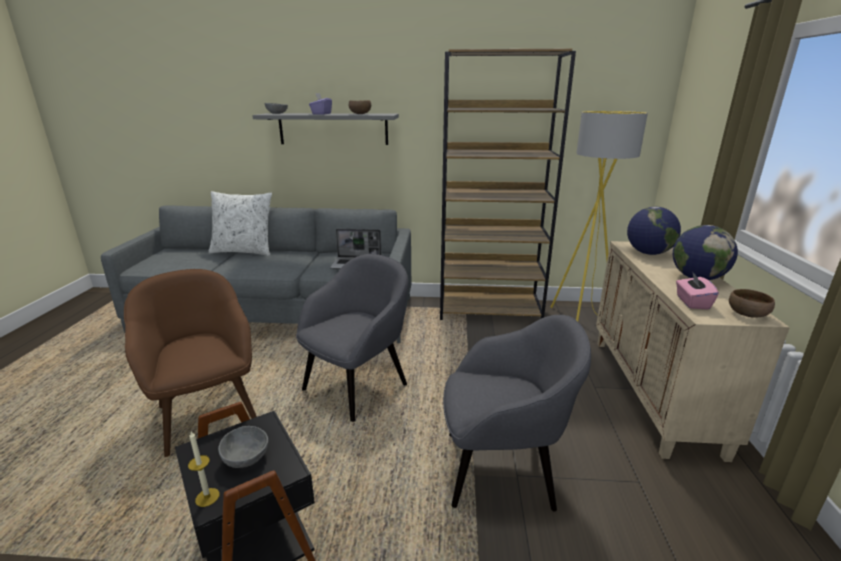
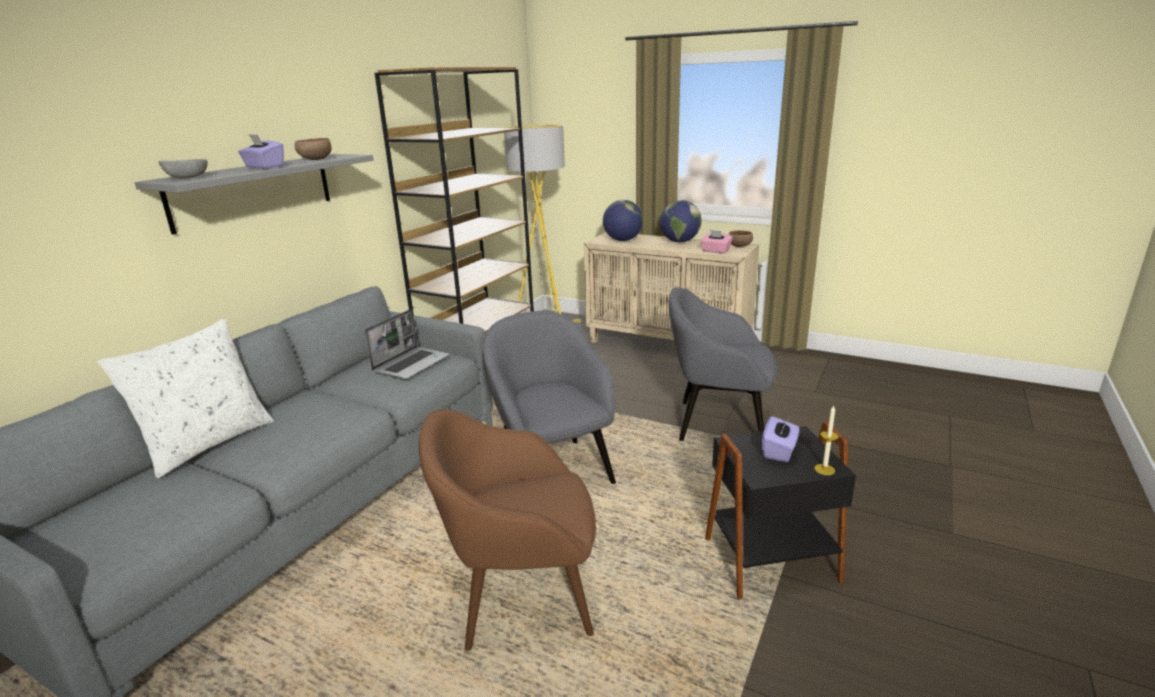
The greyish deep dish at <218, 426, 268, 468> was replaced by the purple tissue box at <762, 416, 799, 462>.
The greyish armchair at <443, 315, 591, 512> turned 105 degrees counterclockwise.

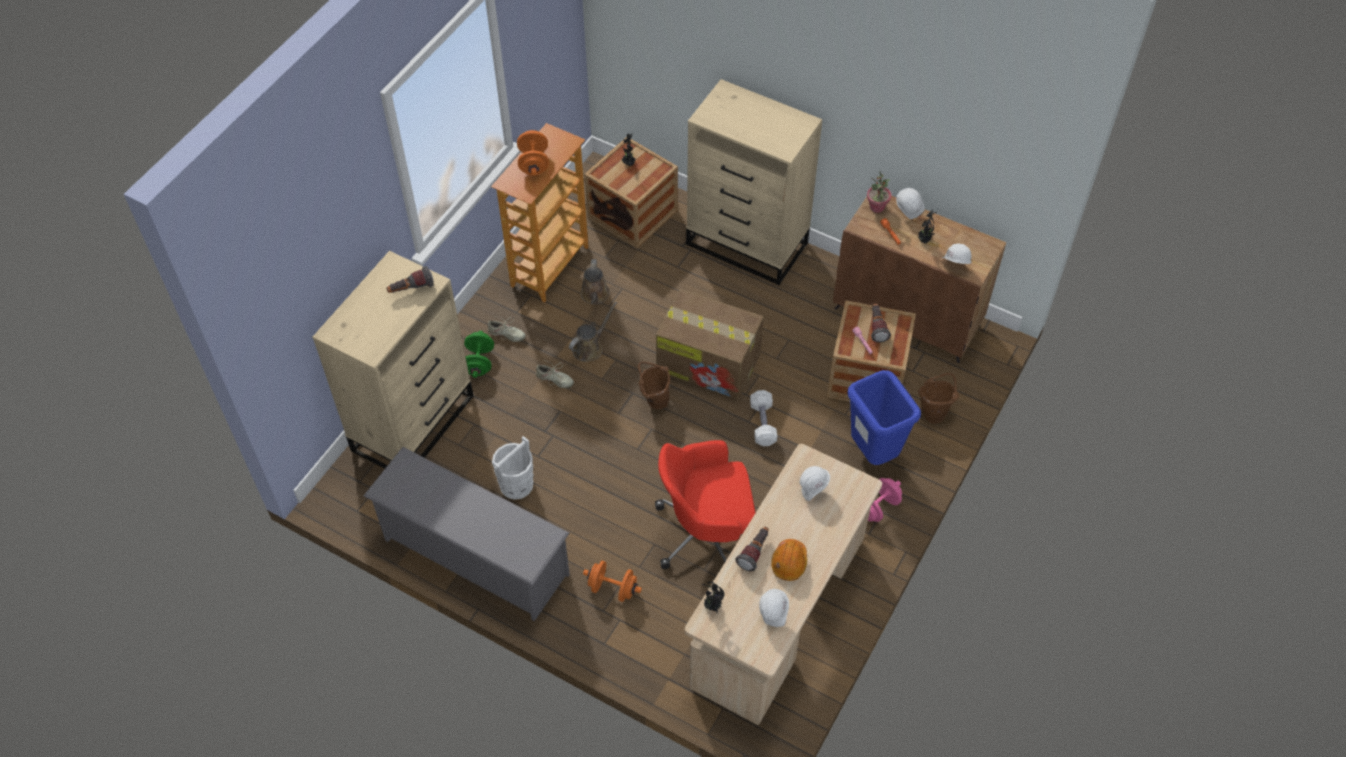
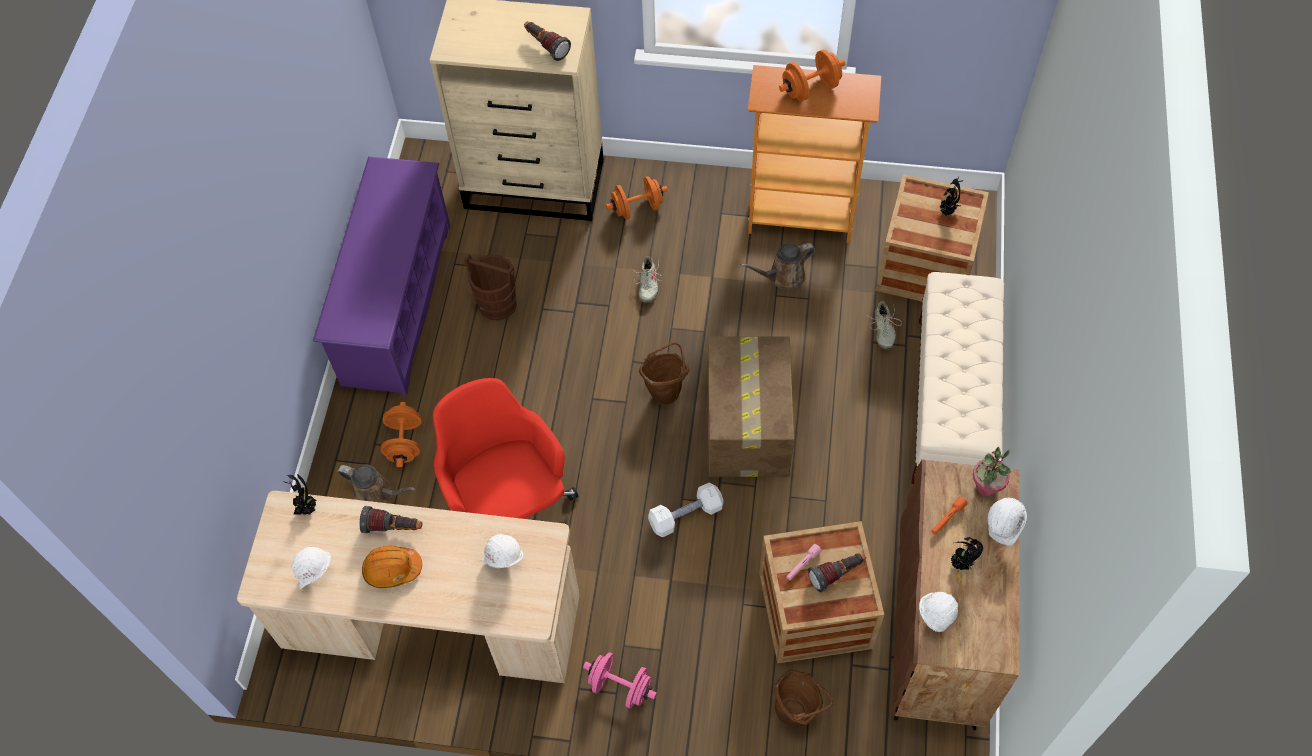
The blue-coloured trash can at <847, 370, 921, 465> disappeared.
The sand-coloured item of footwear moved from <487, 316, 526, 342> to <866, 301, 902, 349>.
The brown-coloured watering pot moved from <569, 302, 617, 362> to <337, 464, 416, 503>.
The sand-coloured drawer chest at <686, 79, 822, 285> was replaced by the sand-coloured indoor bench at <912, 272, 1004, 484>.
The greyish shoe rack at <363, 447, 570, 621> became the purple shoe rack at <313, 156, 451, 396>.
The greenish dumbbell at <464, 331, 494, 378> became the orange-coloured dumbbell at <606, 176, 668, 219>.
The white-coloured pail at <492, 436, 533, 500> became the brown-coloured pail at <464, 253, 517, 321>.

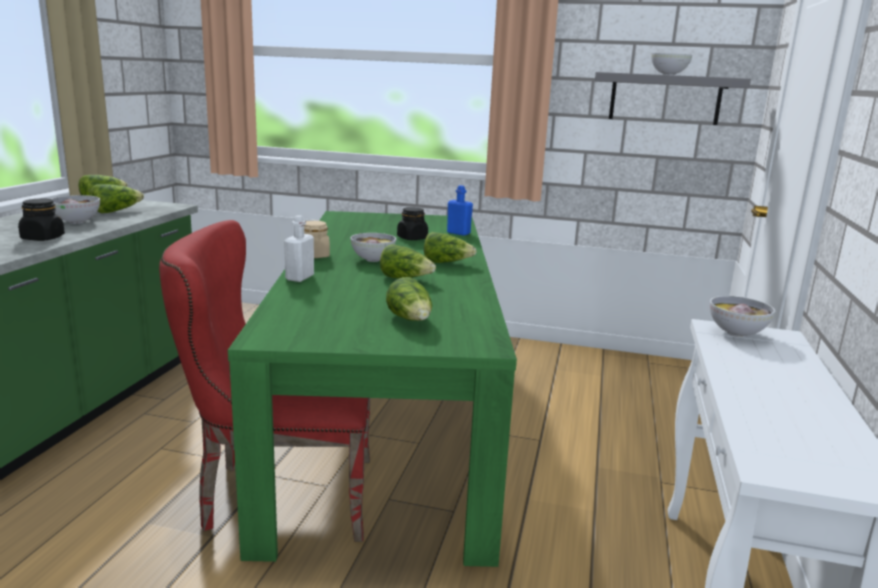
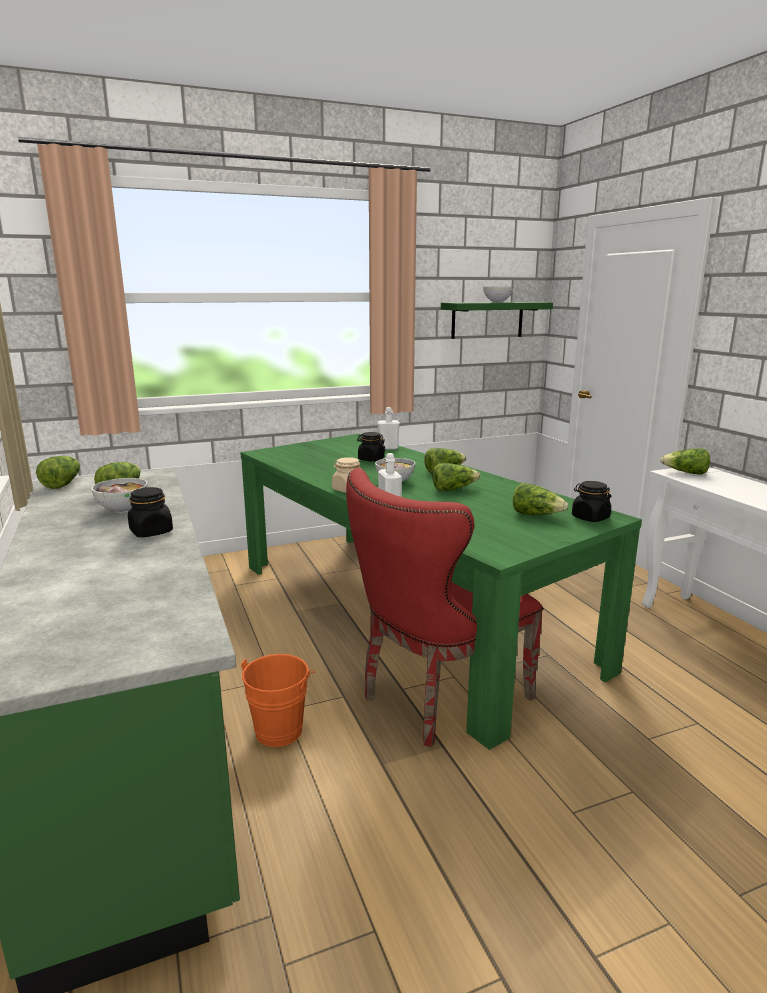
The orange-coloured pail at <241, 654, 315, 747> appeared.
The black-coloured storage jar at <572, 481, 611, 522> appeared.
The deep dish at <710, 296, 775, 337> was replaced by the head of lettuce at <660, 449, 710, 475>.
The blue-coloured beverage bottle at <447, 185, 473, 236> became the white-coloured beverage bottle at <378, 407, 400, 450>.
The greyish bracket shelf at <595, 72, 751, 125> became the greenish bracket shelf at <441, 302, 553, 339>.

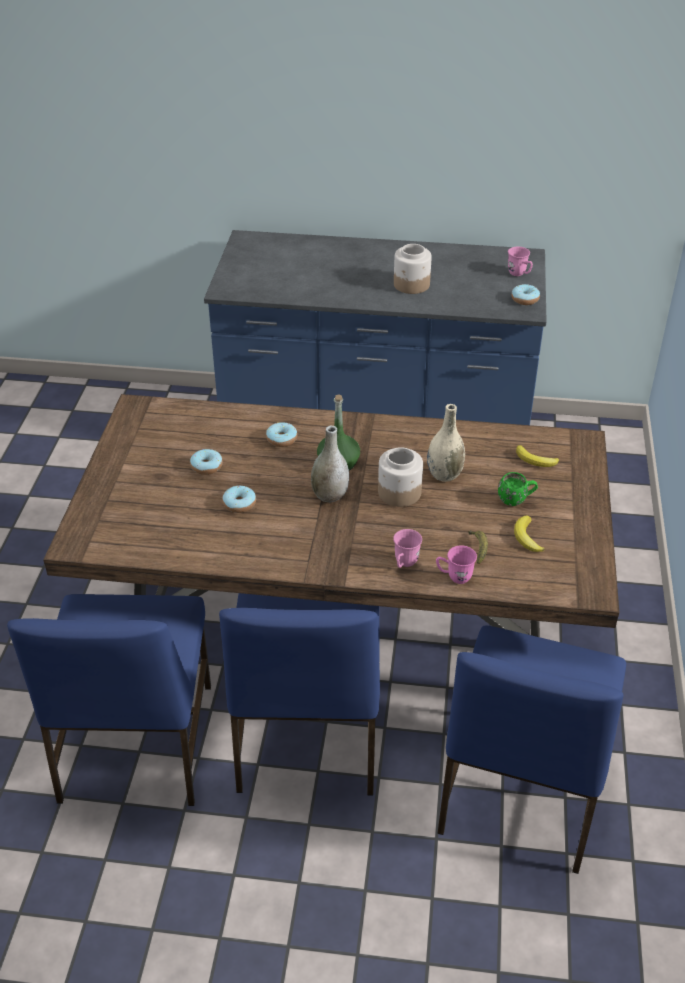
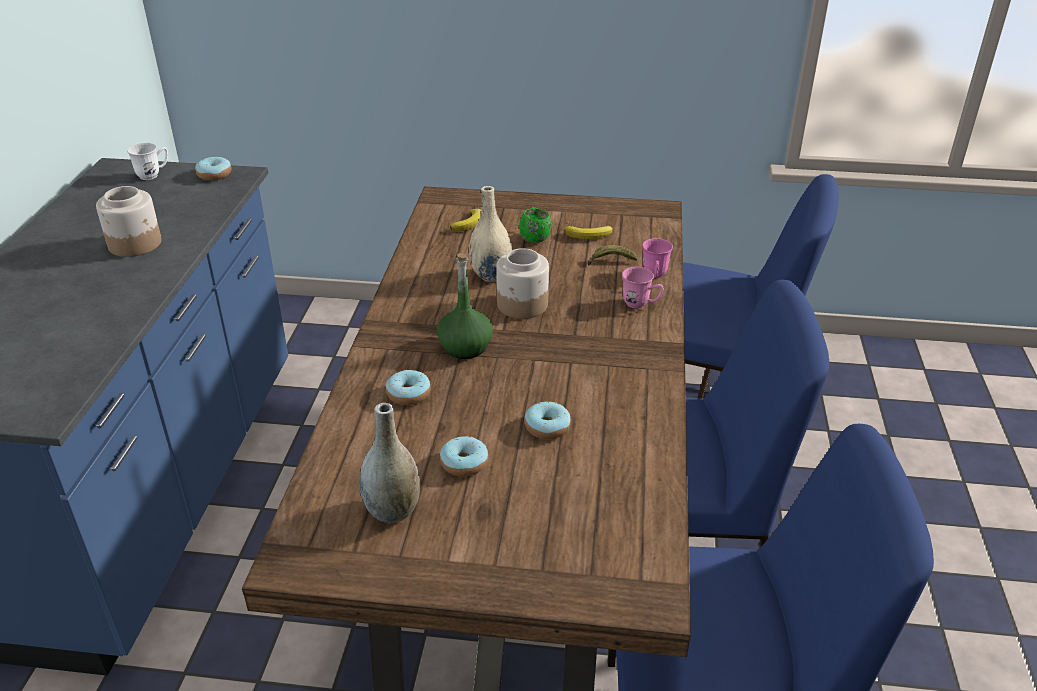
The greyish flower vase moved from <311, 426, 349, 502> to <360, 403, 420, 523>.
The pink-coloured tea mug at <508, 247, 533, 276> became the white-coloured tea mug at <127, 143, 168, 180>.

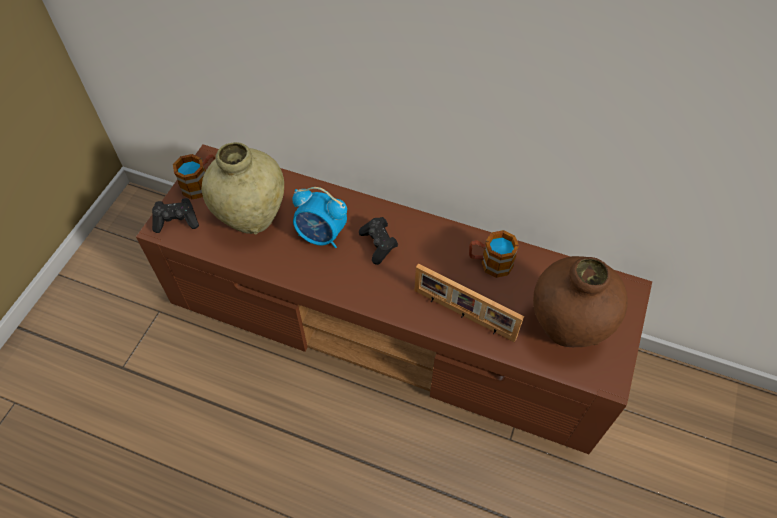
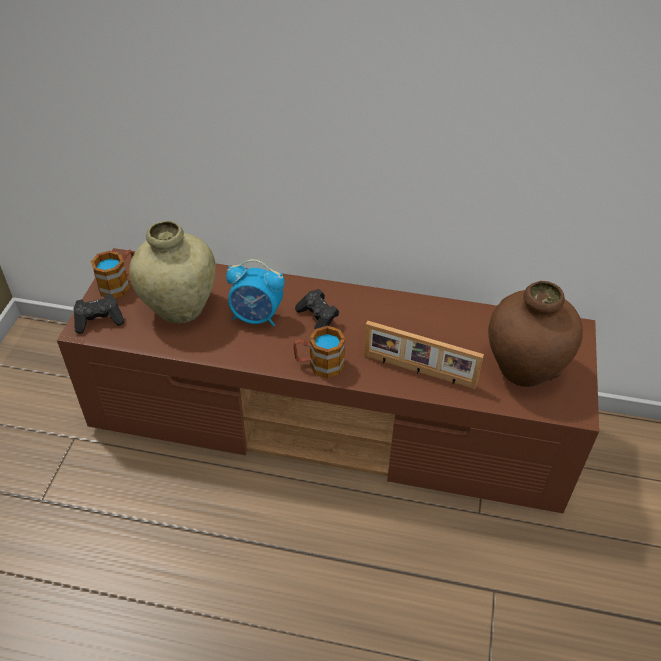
The tea mug moved from <469, 230, 519, 278> to <293, 326, 345, 378>.

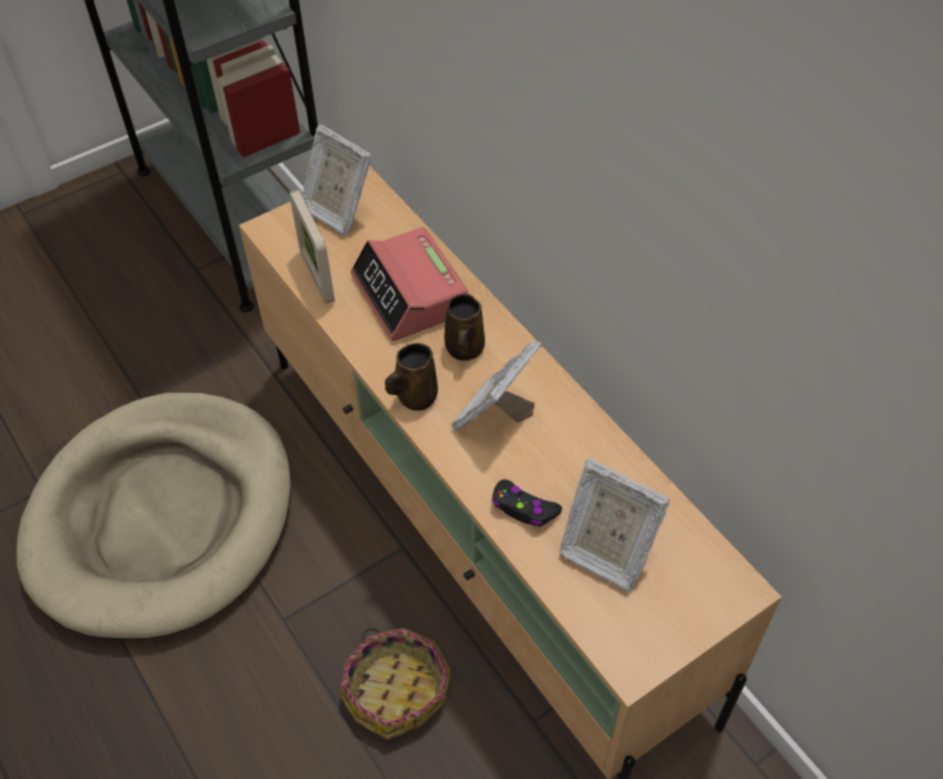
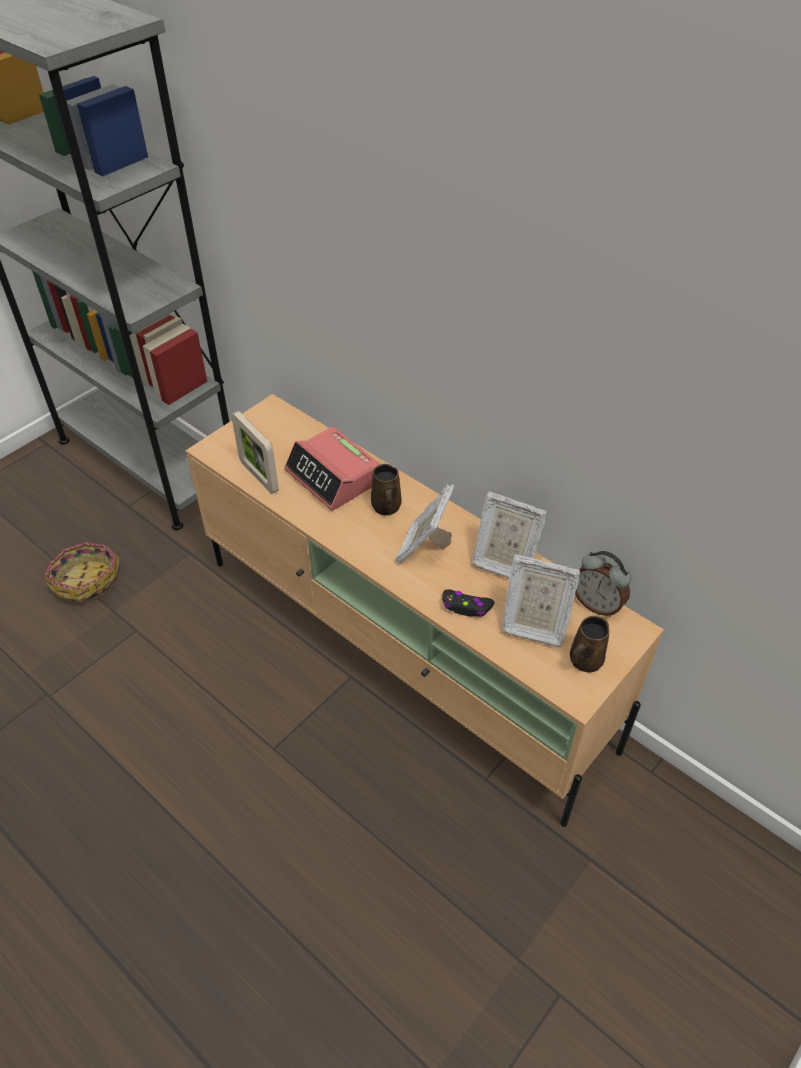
The sand-coloured dog cushion at <16, 393, 291, 640> disappeared.
The bedside clock at <575, 551, 631, 617> appeared.
The picture frame moved from <302, 124, 372, 236> to <472, 492, 547, 578>.
The storage basket moved from <339, 628, 451, 740> to <45, 542, 120, 603>.
The brown-coloured tea mug moved from <385, 343, 438, 411> to <570, 616, 609, 672>.

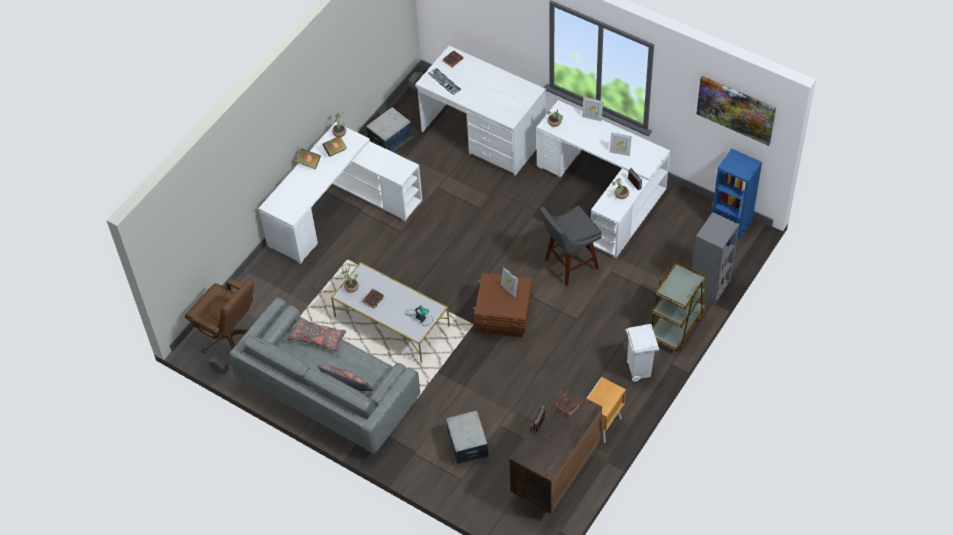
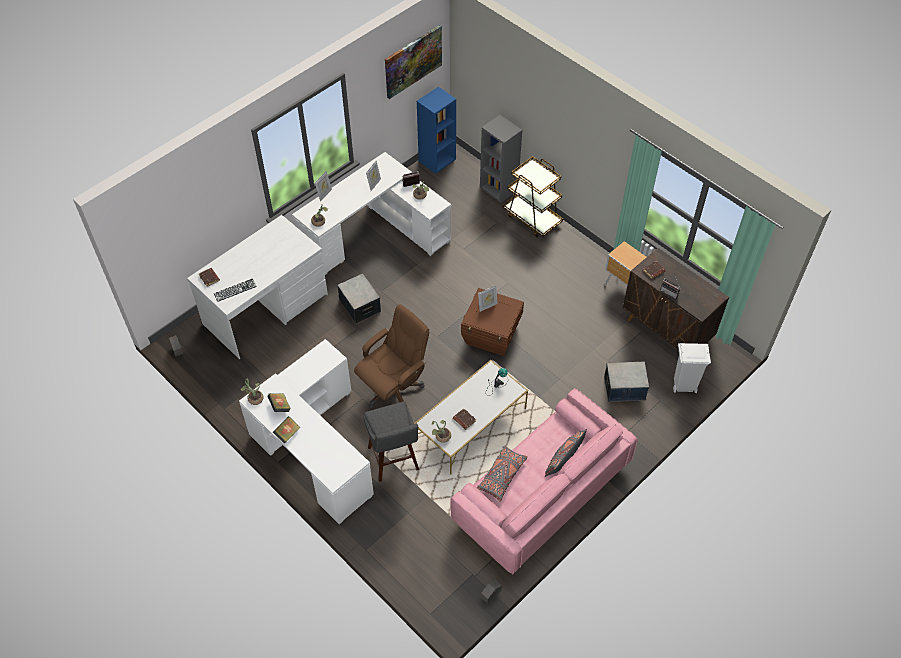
The brown-coloured desk chair moved from <185, 279, 254, 354> to <354, 304, 429, 408>.
The storage container moved from <366, 107, 412, 152> to <337, 273, 381, 324>.
The greyish stool moved from <540, 205, 602, 286> to <363, 401, 419, 482>.
The white-coloured trash can moved from <626, 324, 659, 381> to <673, 343, 711, 393>.
The greyish sofa at <229, 297, 420, 454> became the pink-coloured sofa at <450, 388, 637, 574>.

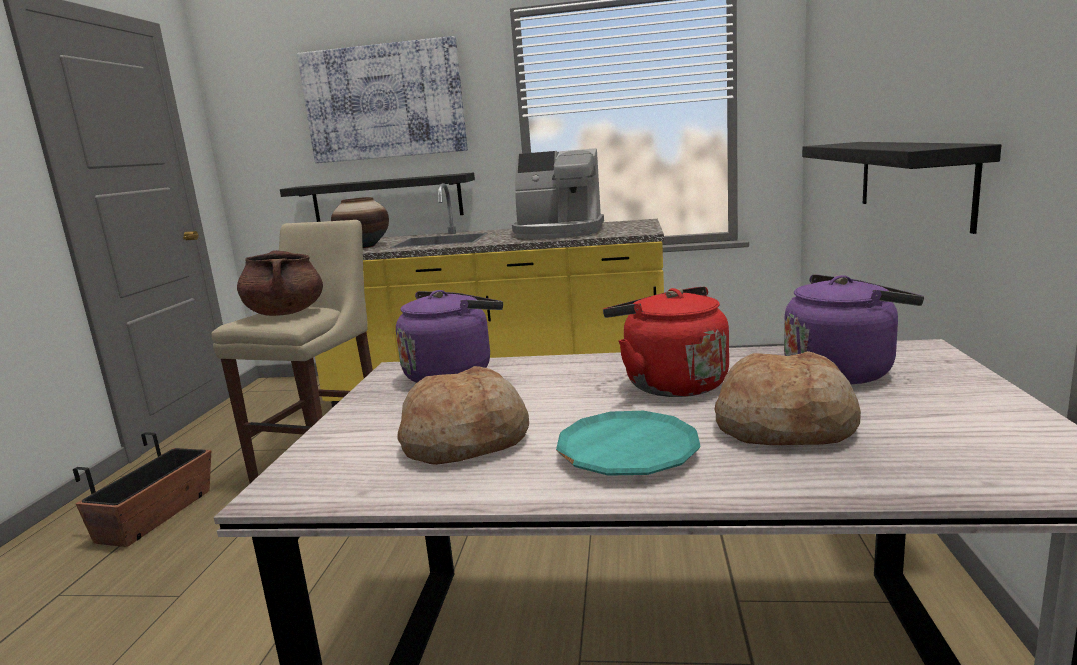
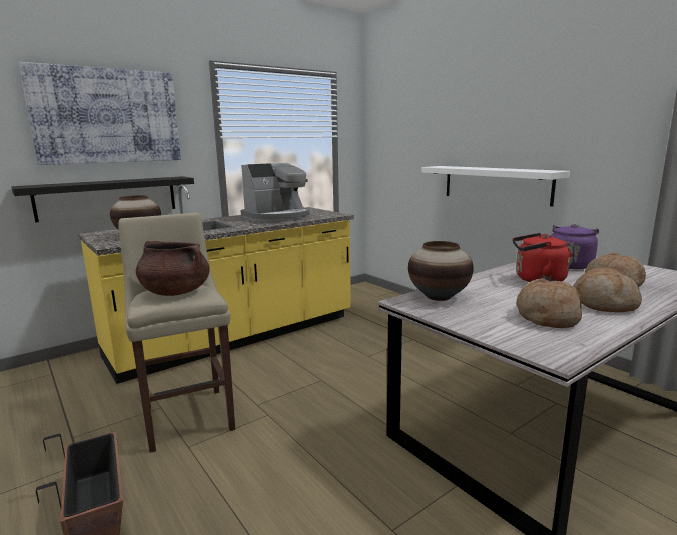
The purple water kettle at <396, 290, 503, 383> was replaced by the flower vase at <408, 241, 474, 301>.
The turquoise plate at <556, 411, 701, 476> was replaced by the baked bread at <573, 268, 642, 312>.
The black-coloured bracket shelf at <802, 142, 1002, 234> became the white-coloured bracket shelf at <421, 166, 570, 207>.

